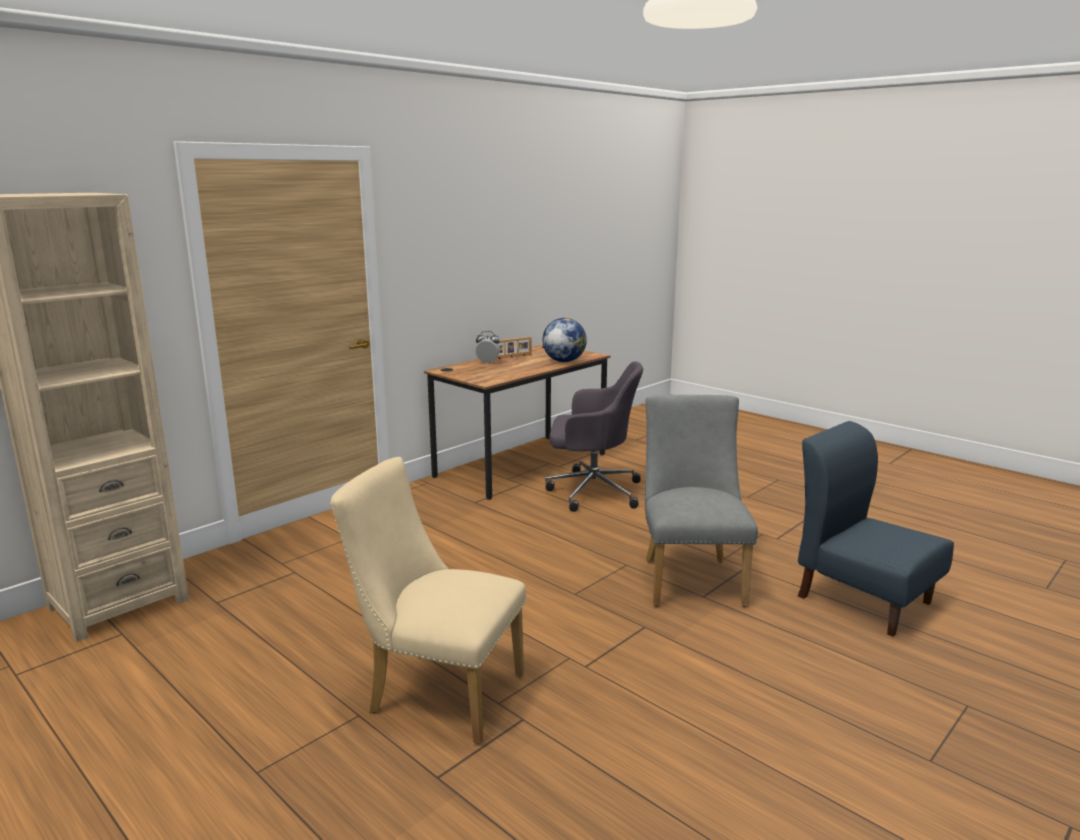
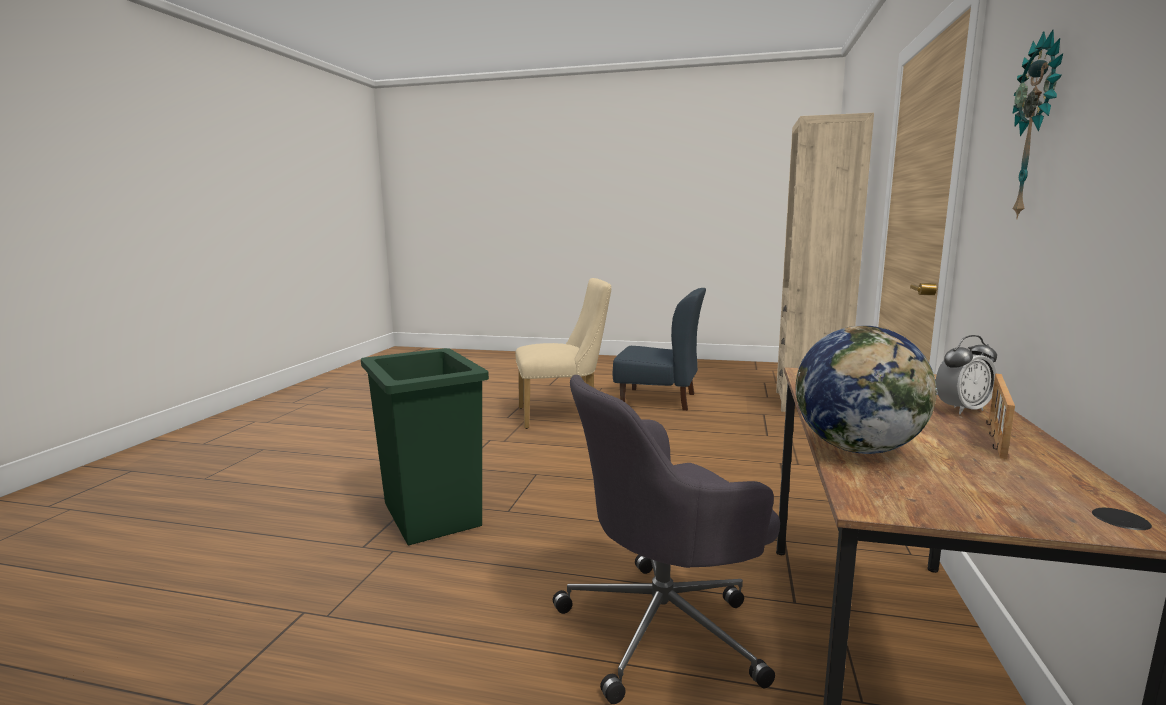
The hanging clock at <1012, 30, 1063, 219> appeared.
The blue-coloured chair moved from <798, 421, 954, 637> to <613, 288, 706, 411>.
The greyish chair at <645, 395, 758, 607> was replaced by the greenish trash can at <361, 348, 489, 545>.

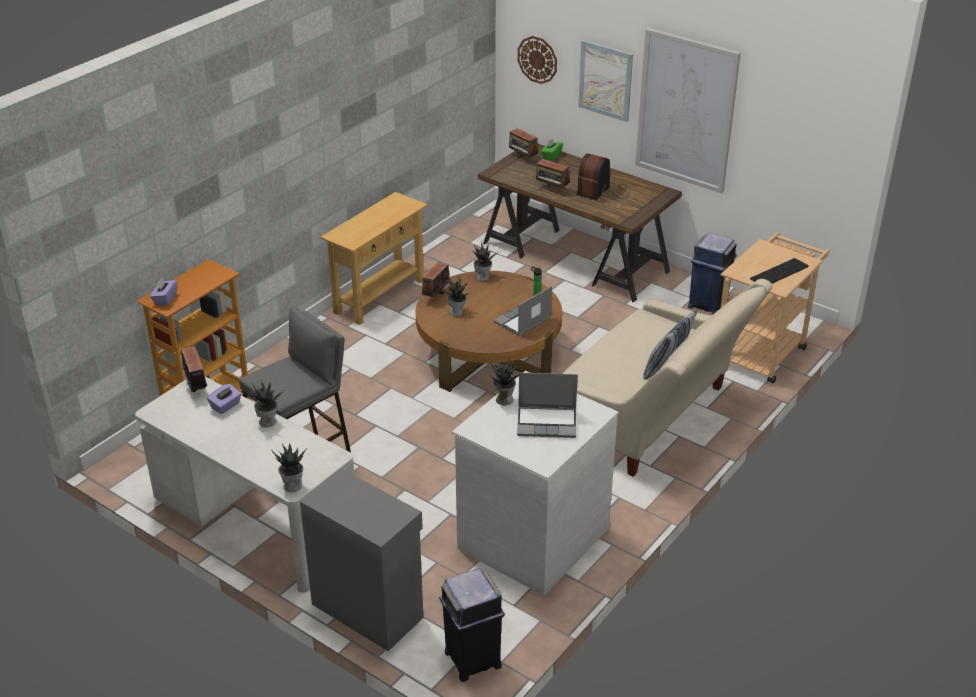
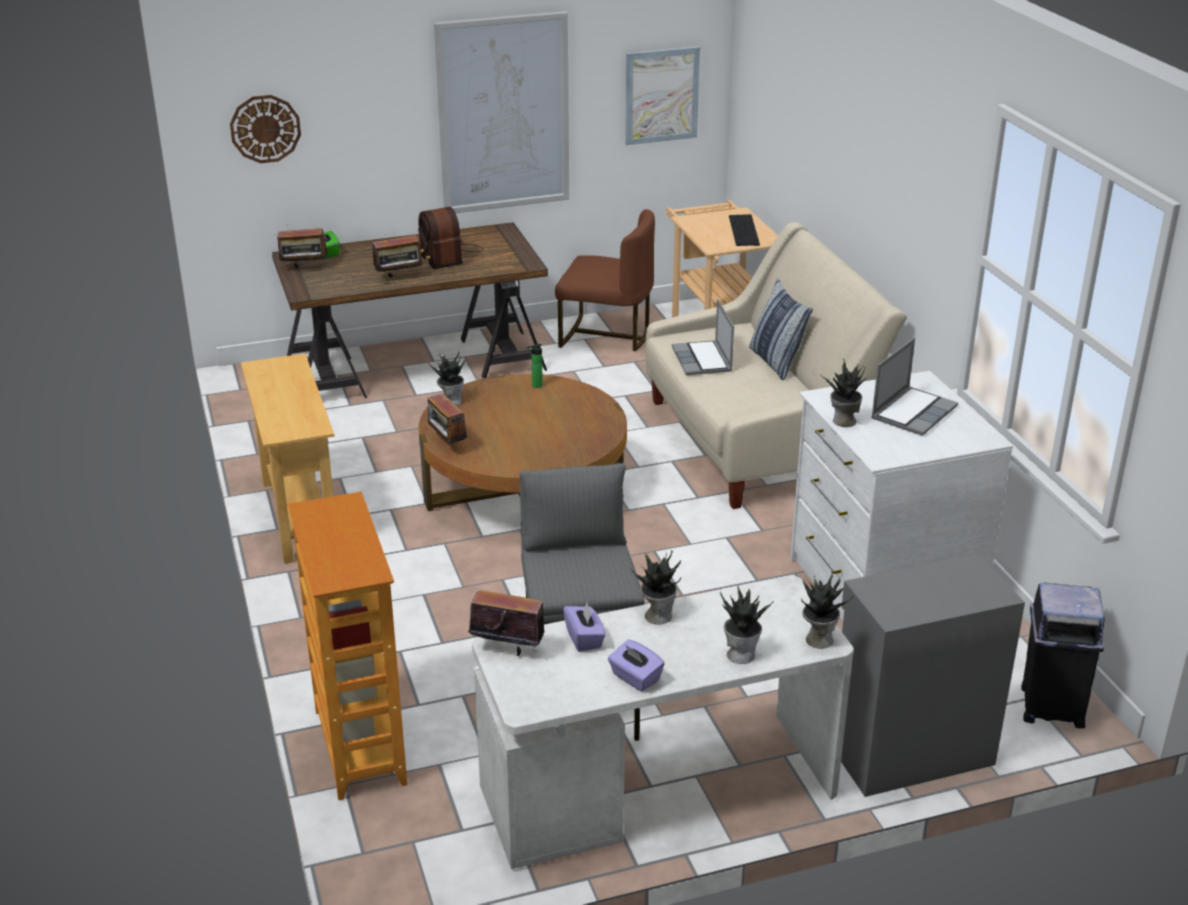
The purple tissue box moved from <150, 278, 177, 306> to <608, 640, 665, 691>.
The plant in a pot moved from <443, 277, 470, 316> to <720, 586, 774, 664>.
The notebook computer moved from <493, 286, 552, 336> to <672, 299, 734, 375>.
The wall picture moved from <578, 40, 633, 122> to <625, 46, 700, 145>.
The blue-coloured trash can at <688, 233, 737, 315> was replaced by the brown-coloured chair at <555, 209, 655, 351>.

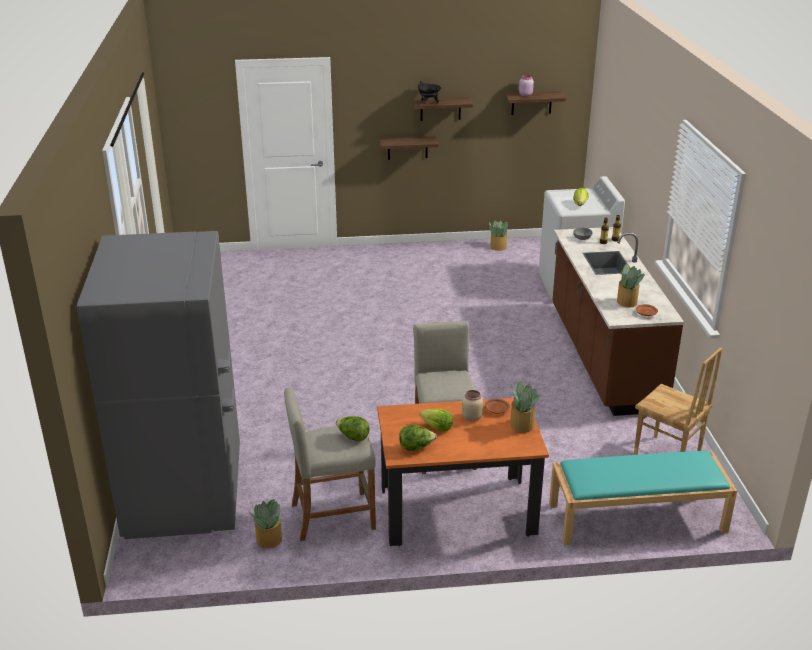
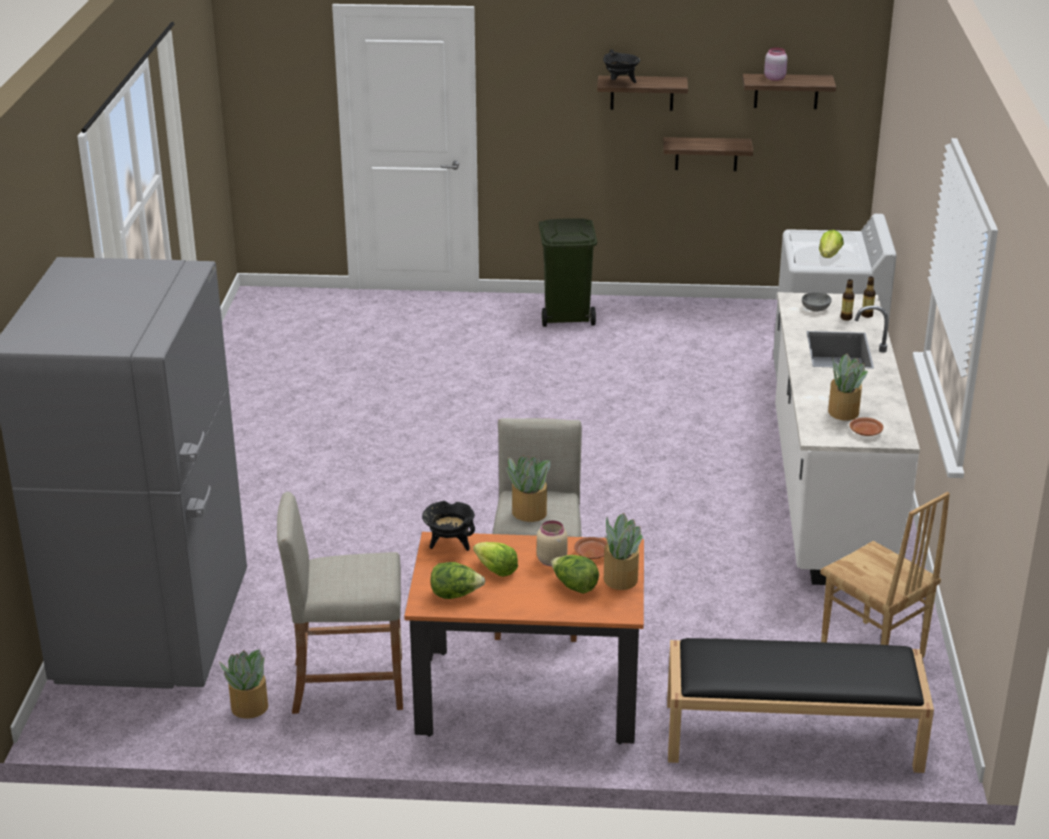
The black-coloured stockpot at <422, 501, 475, 551> appeared.
The greenish trash can at <539, 218, 597, 327> appeared.
The head of lettuce moved from <336, 416, 370, 442> to <551, 555, 599, 594>.
The bracket shelf moved from <379, 137, 439, 160> to <663, 137, 753, 171>.
The plant in a pot moved from <489, 221, 508, 251> to <506, 455, 551, 522>.
The turquoise indoor bench at <549, 451, 737, 545> became the black-coloured indoor bench at <667, 638, 934, 773>.
The brown-coloured kitchen base unit at <552, 227, 684, 416> became the white-coloured kitchen base unit at <775, 292, 920, 585>.

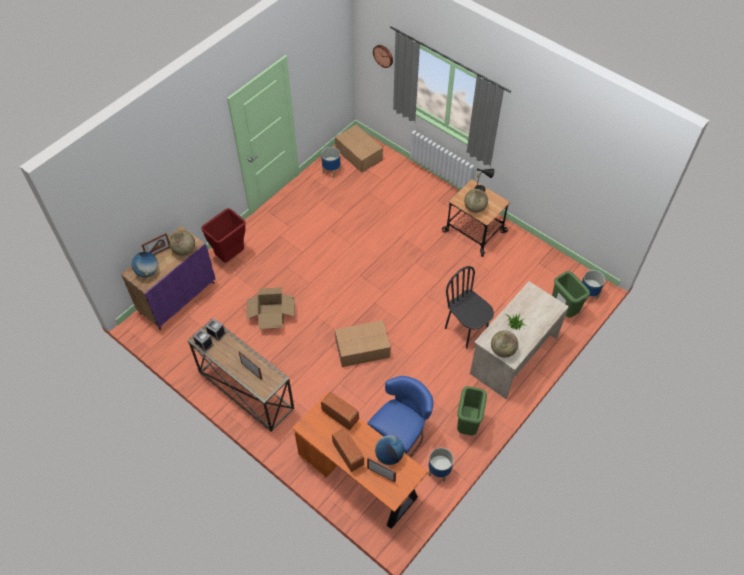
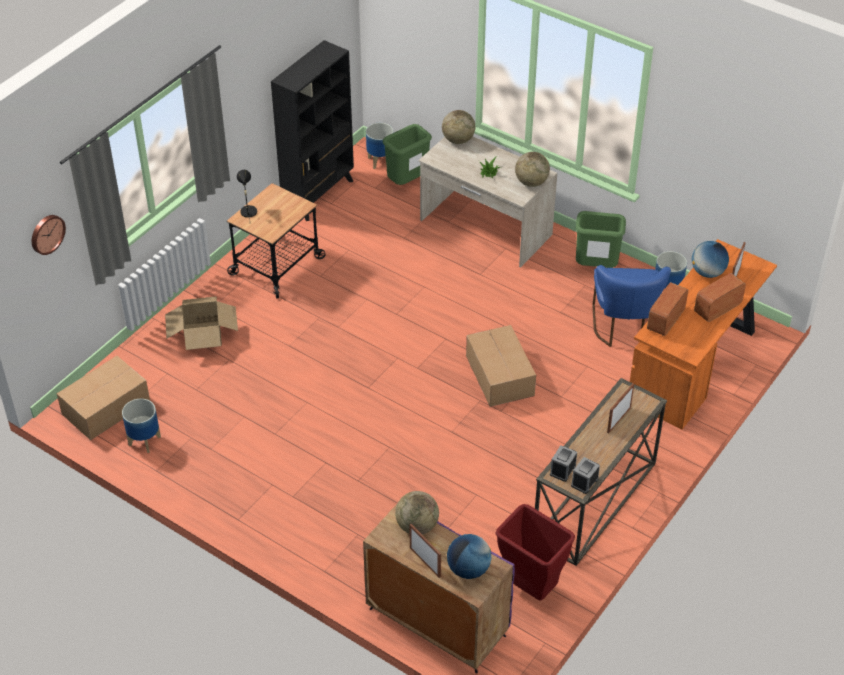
The black-coloured chair at <445, 266, 494, 349> disappeared.
The black-coloured shelving unit at <271, 40, 354, 221> appeared.
The reddish trash can moved from <201, 208, 246, 263> to <496, 504, 575, 601>.
The cardboard box moved from <246, 287, 295, 329> to <165, 296, 238, 350>.
The desk globe moved from <464, 189, 488, 213> to <442, 110, 475, 144>.
The blue-coloured chair at <368, 376, 433, 458> turned 120 degrees counterclockwise.

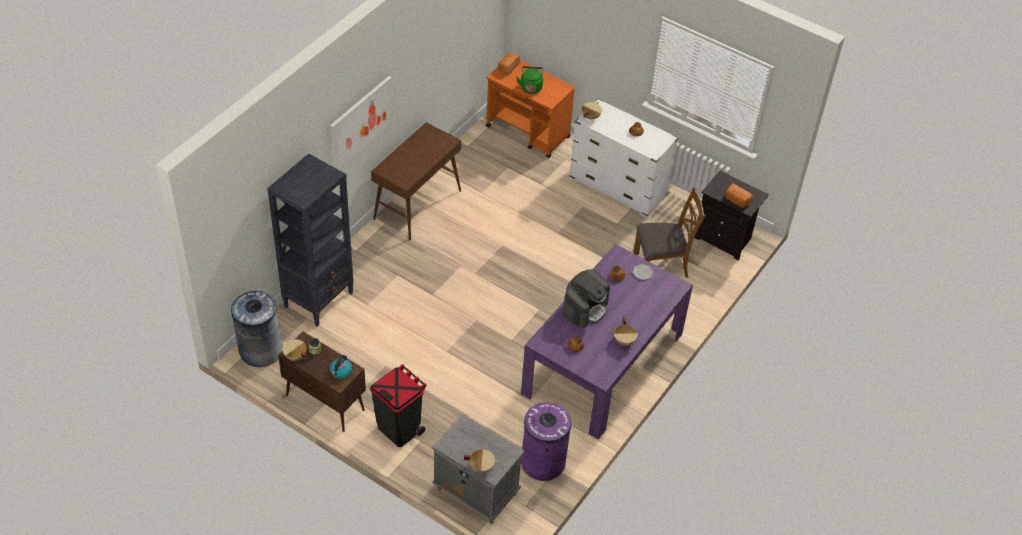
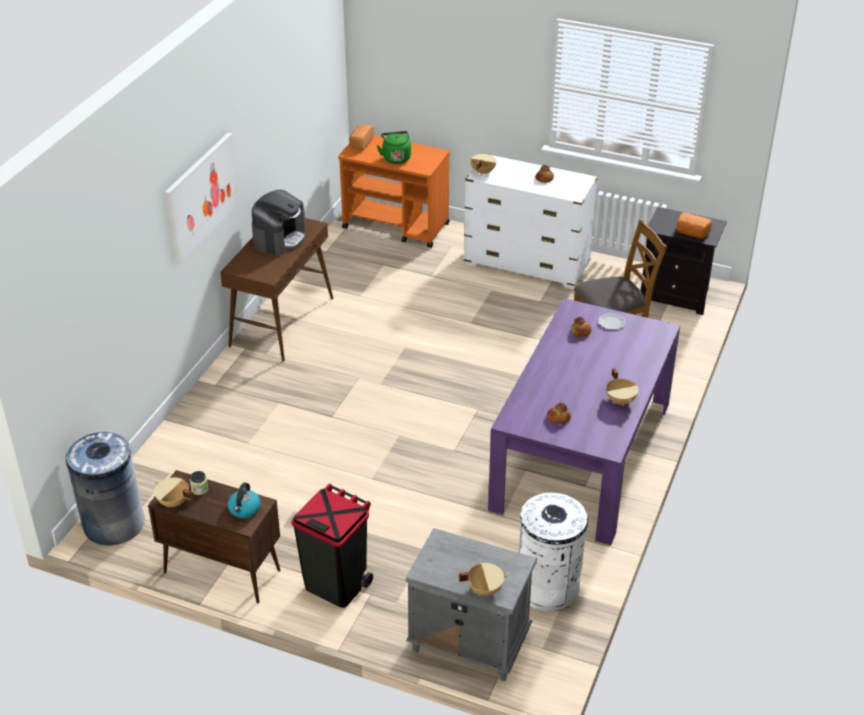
The black-coloured shelving unit at <267, 153, 354, 327> disappeared.
The coffee maker moved from <563, 269, 610, 328> to <252, 190, 306, 256>.
The purple trash can at <521, 402, 571, 481> became the white-coloured trash can at <519, 493, 588, 612>.

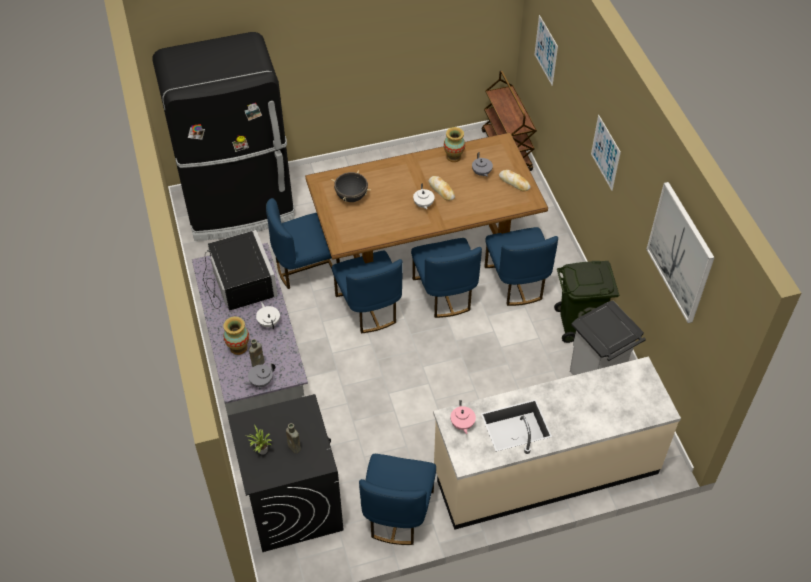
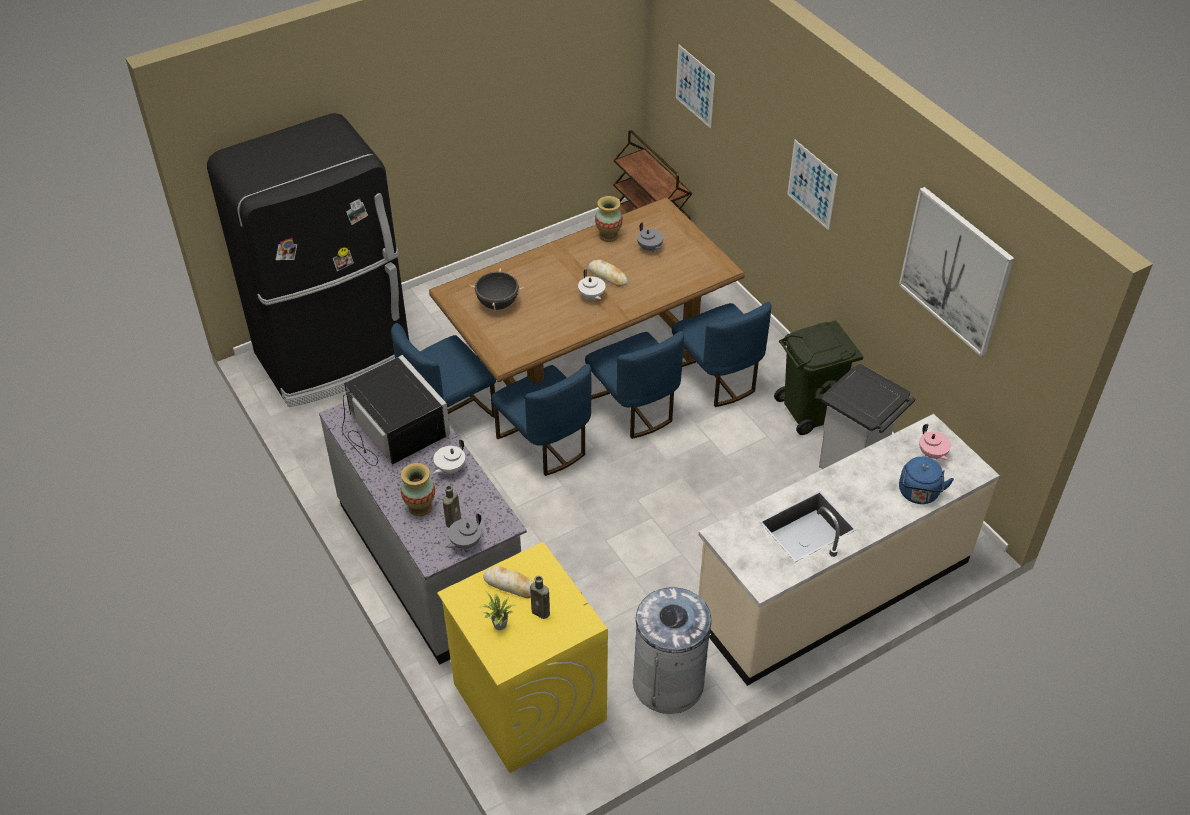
The blue-coloured water kettle at <899, 456, 954, 504> appeared.
The pink-coloured teapot moved from <450, 400, 476, 434> to <919, 424, 951, 460>.
The baked bread moved from <499, 170, 530, 191> to <483, 566, 534, 598>.
The blue-coloured chair at <359, 454, 436, 545> was replaced by the greyish trash can at <633, 587, 711, 714>.
The black-coloured laundry machine at <228, 394, 344, 552> became the yellow-coloured laundry machine at <437, 542, 608, 773>.
The white-coloured teapot at <256, 302, 280, 329> turned 105 degrees counterclockwise.

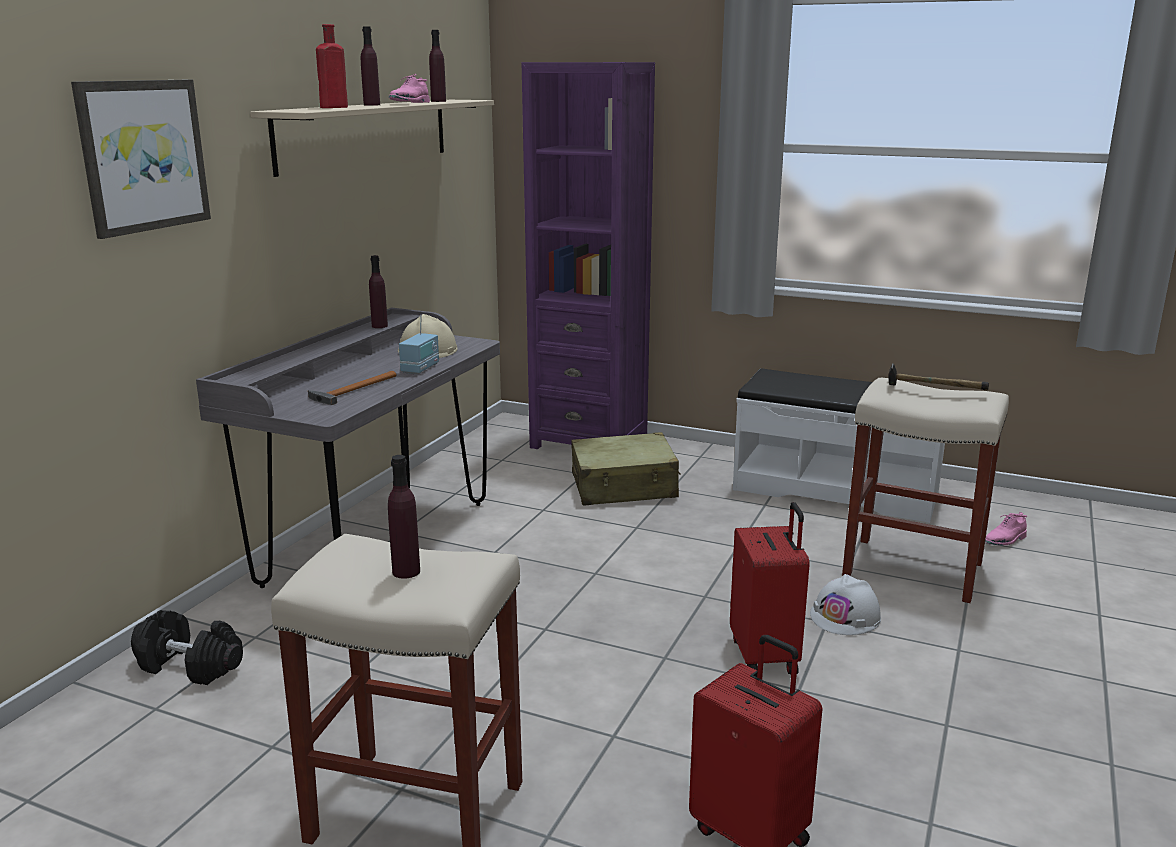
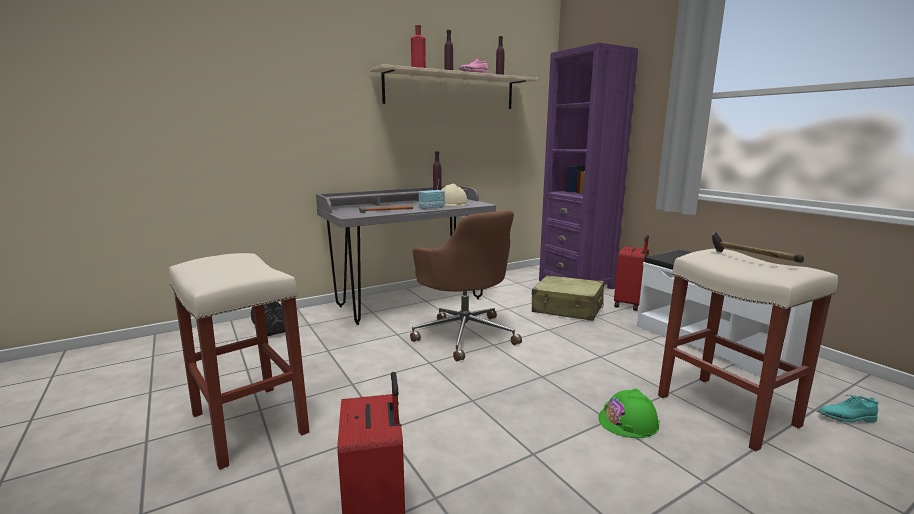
The wall picture at <71, 79, 211, 239> disappeared.
The purple beverage bottle at <388, 455, 420, 579> disappeared.
The brown-coloured desk chair at <410, 210, 522, 361> appeared.
The reddish travel case moved from <730, 502, 810, 675> to <614, 235, 649, 311>.
The white-coloured work helmet at <810, 574, 881, 635> became the greenish work helmet at <598, 388, 660, 438>.
The pink-coloured item of footwear at <985, 512, 1027, 545> became the turquoise item of footwear at <818, 395, 879, 423>.

